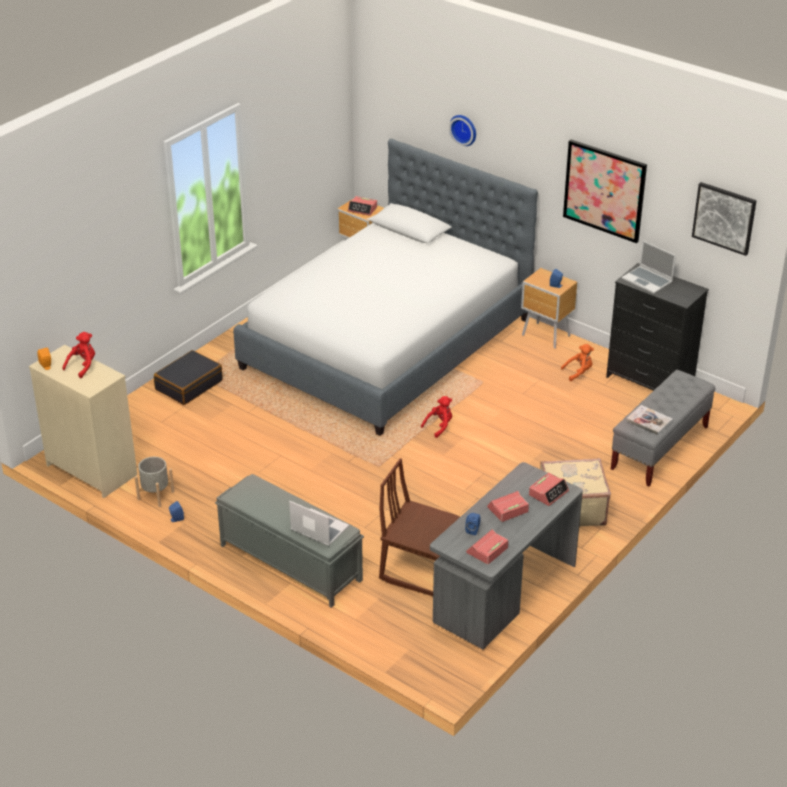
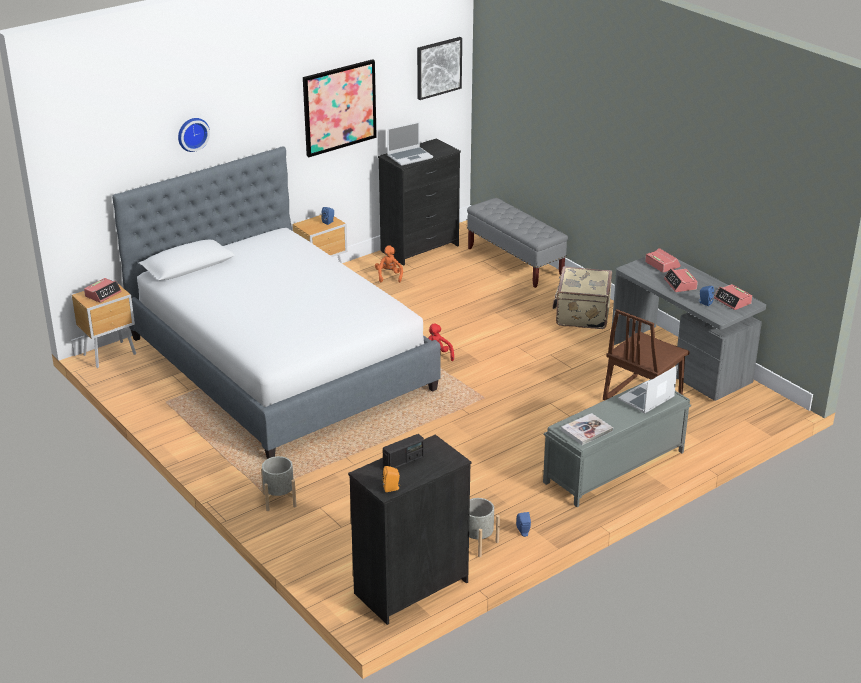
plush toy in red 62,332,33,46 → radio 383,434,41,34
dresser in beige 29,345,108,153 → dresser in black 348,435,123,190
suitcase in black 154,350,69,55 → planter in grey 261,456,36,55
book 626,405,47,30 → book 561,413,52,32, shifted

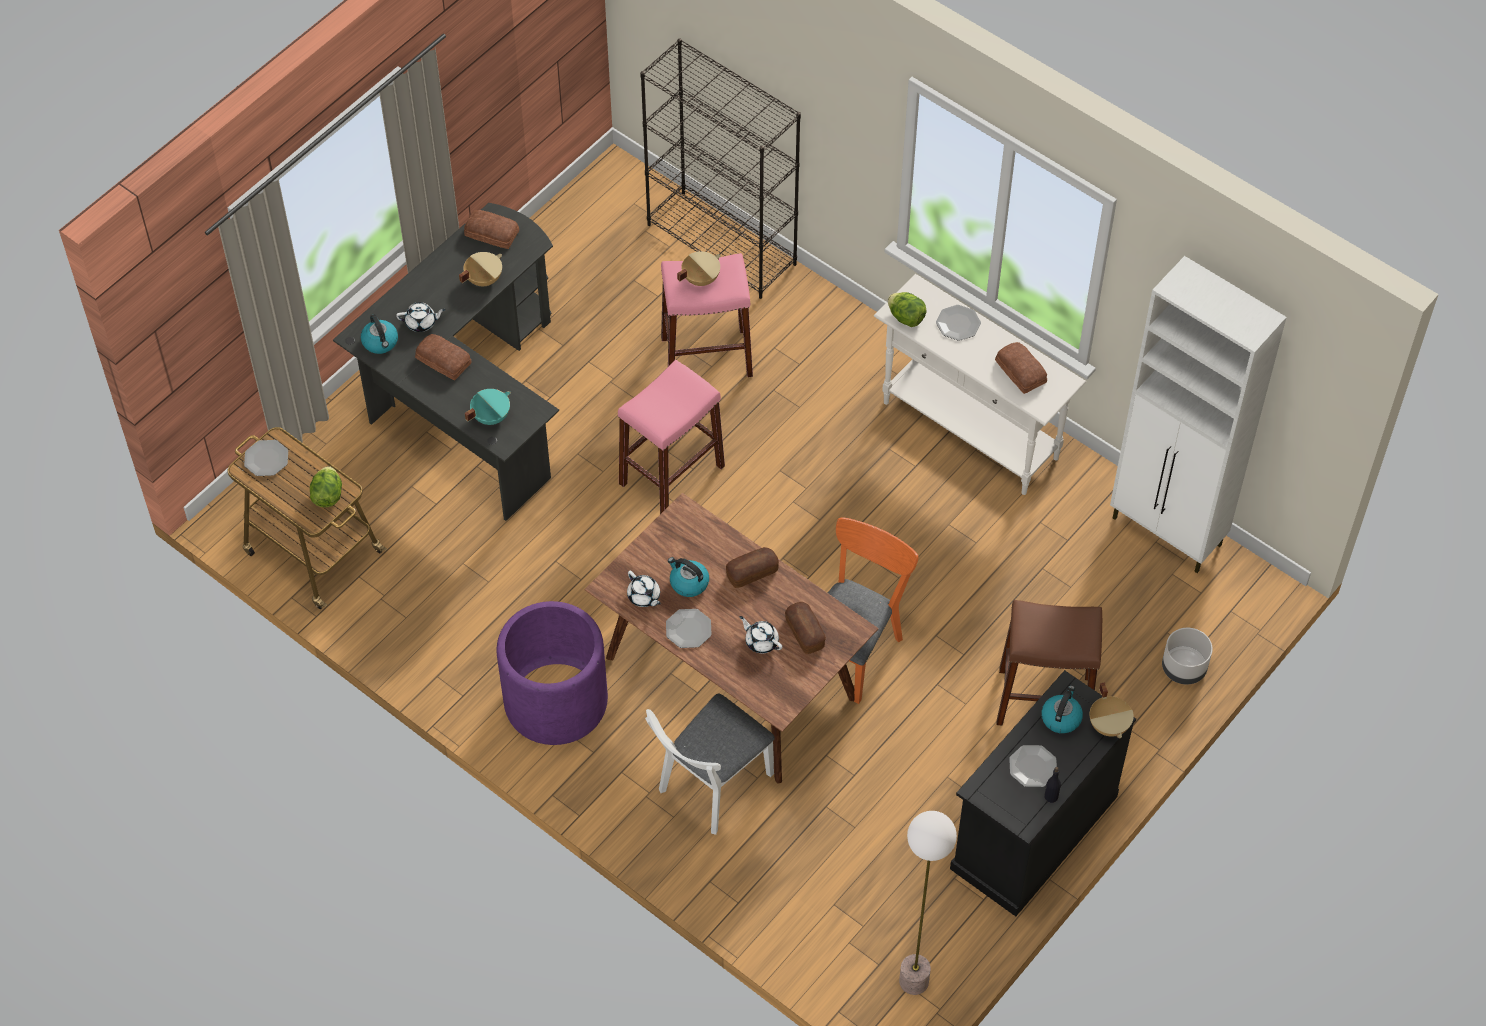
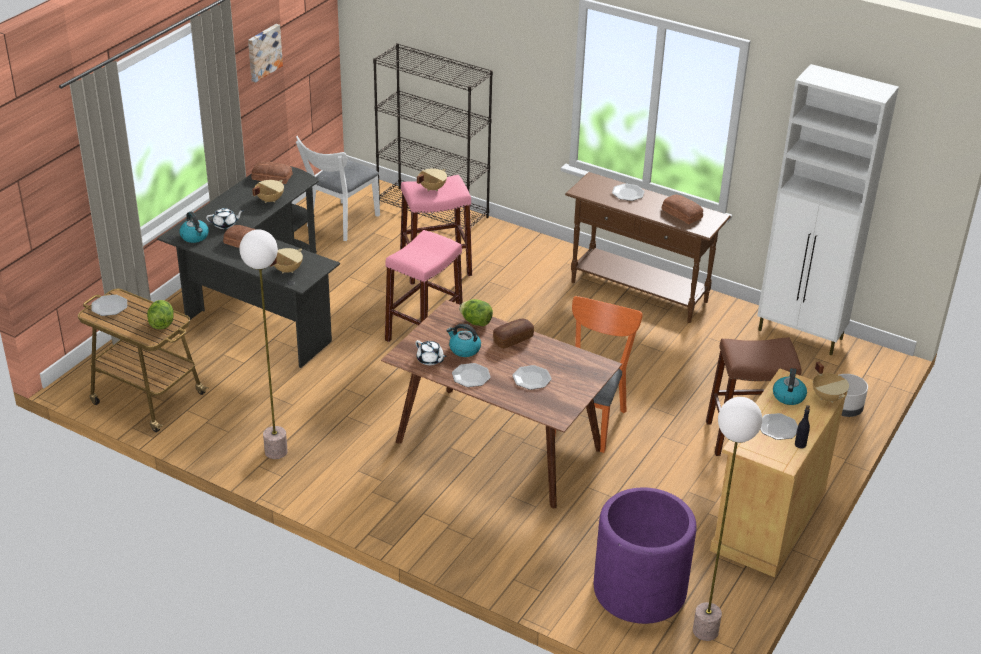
console table in white 874,274,212,221 → console table in brown 565,172,166,151
lettuce 888,292,39,35 → lettuce 459,299,34,27, shifted
cooking pot in turquoise 465,389,45,36 → cooking pot in beige 270,248,33,25
planter in purple 497,601,111,144 → planter in purple 594,487,103,137, shifted
bread 785,602,41,52 → -
teapot in white 740,616,43,37 → plate 512,365,40,25
cabinet in black 950,670,186,246 → cabinet in beige 710,368,137,209
chair in white 645,693,130,142 → chair in white 296,136,84,105, shifted
- → picture 248,24,35,59
- → floor lamp 239,229,49,230

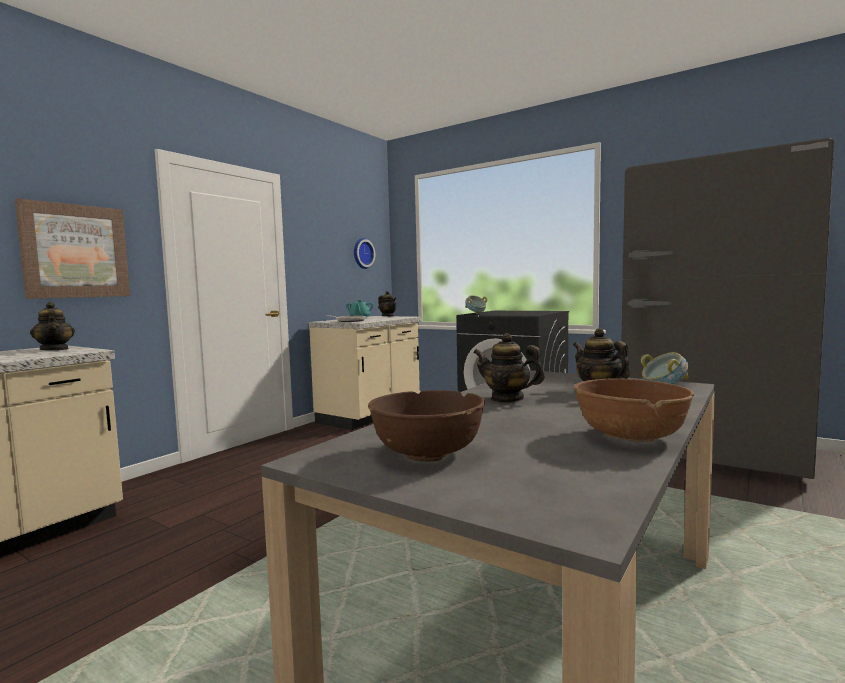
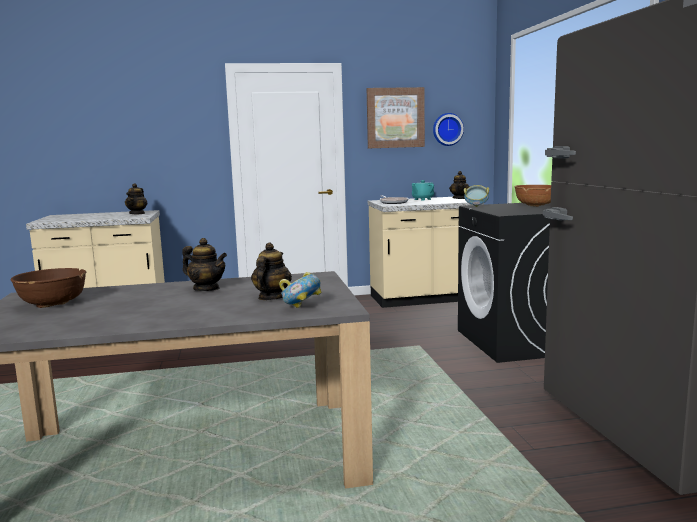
picture 15,198,115,101 → picture 367,87,58,61, shifted
teapot 473,333,72,70 → teapot 182,238,45,53, 135 degrees clockwise
bowl in brown 574,378,120,64 → bowl in brown 514,185,37,22, shifted

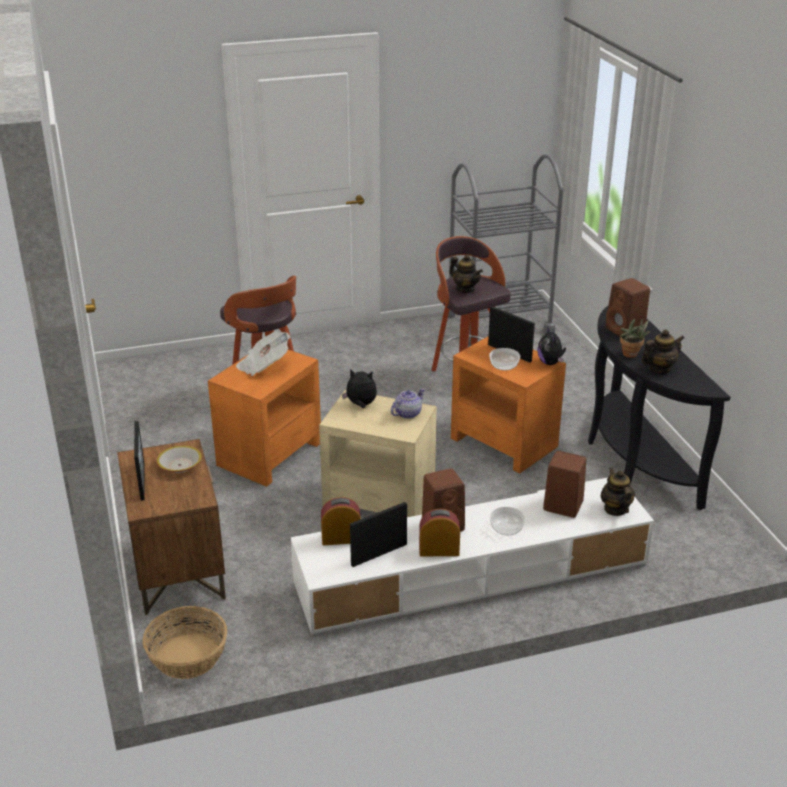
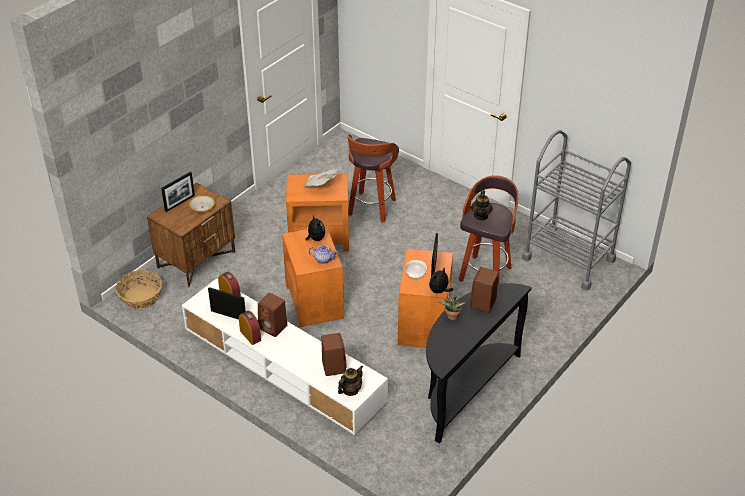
teapot 641,330,43,44 → -
side table in beige 319,390,118,127 → side table in orange 282,226,62,101
bowl 490,507,35,28 → -

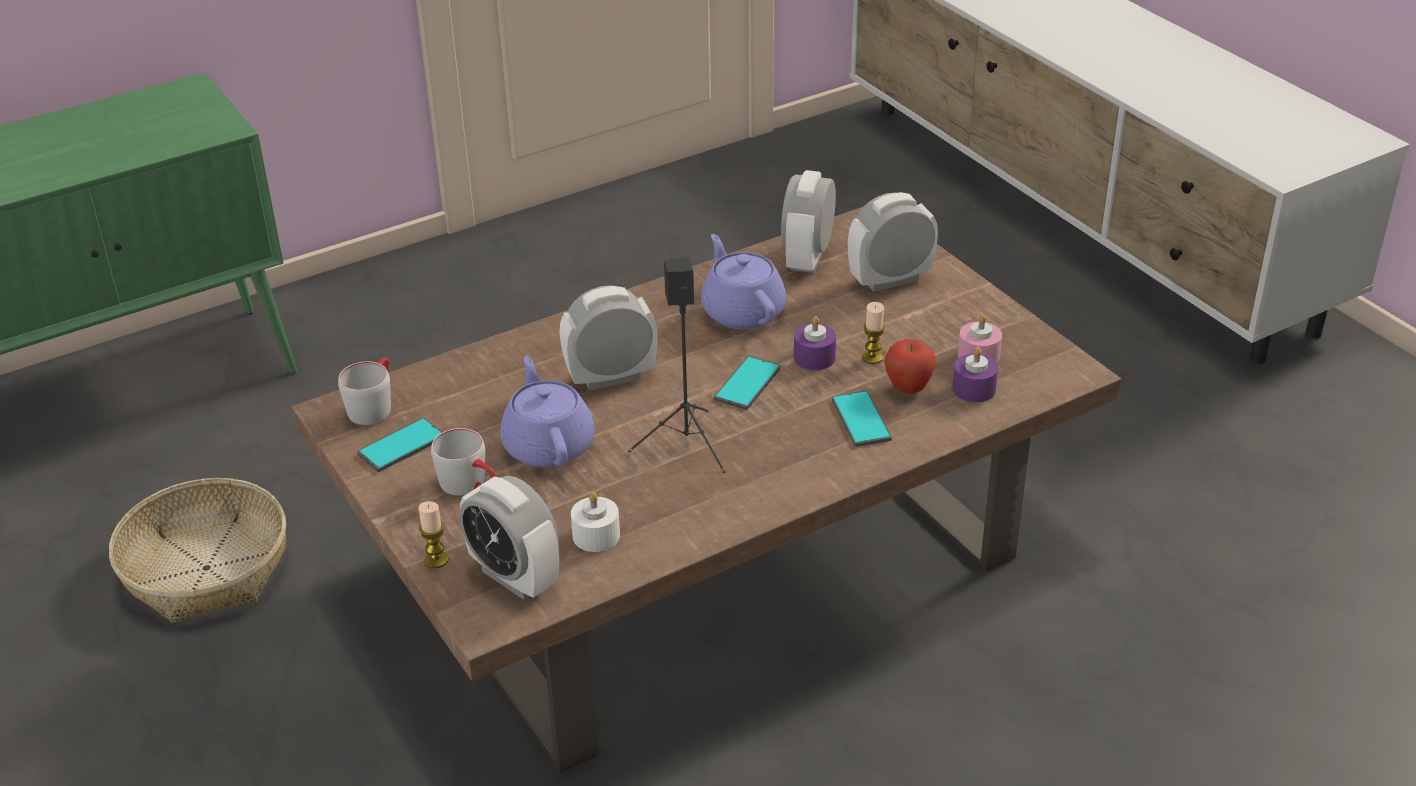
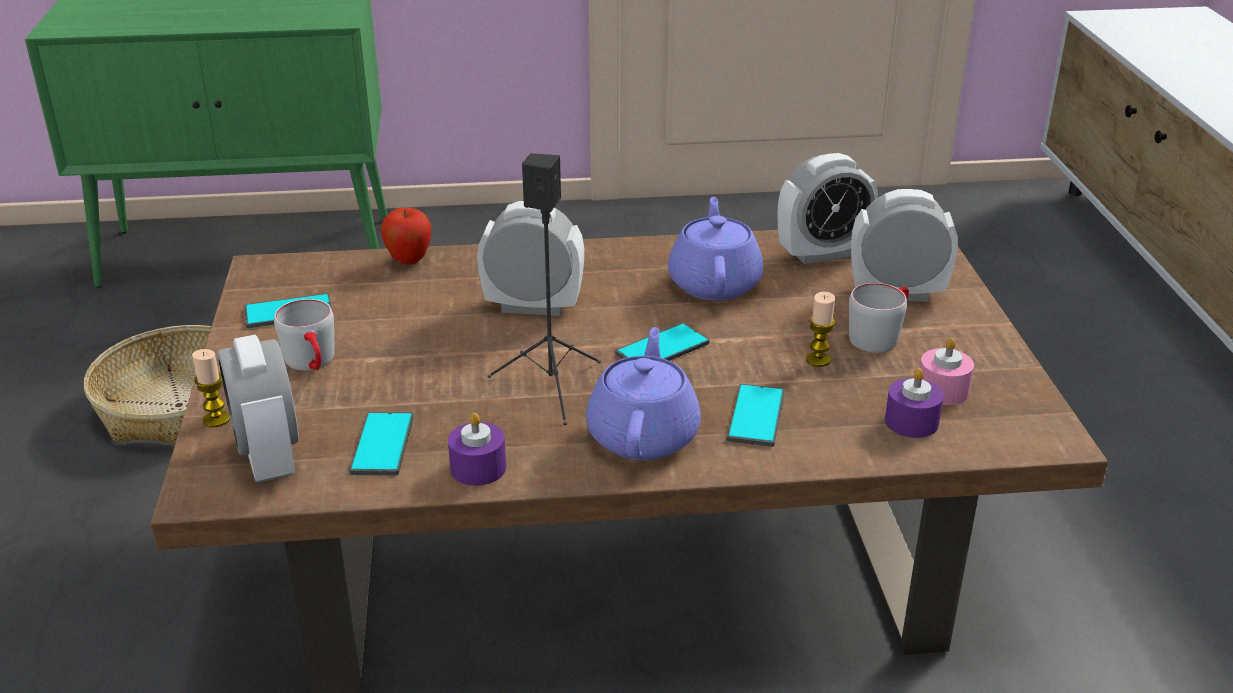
alarm clock 781,170,55,103 → alarm clock 777,153,101,111, 150 degrees counterclockwise
candle in purple 794,316,42,54 → candle in purple 448,413,58,73, shifted
apple 884,339,52,55 → apple 381,208,50,56, shifted
teapot in purple 500,356,95,111 → teapot in purple 586,327,115,133, shifted
mug in grey 338,357,53,68 → mug in grey 849,283,60,70, shifted
candle in white 571,492,49,60 → phone 349,412,65,63

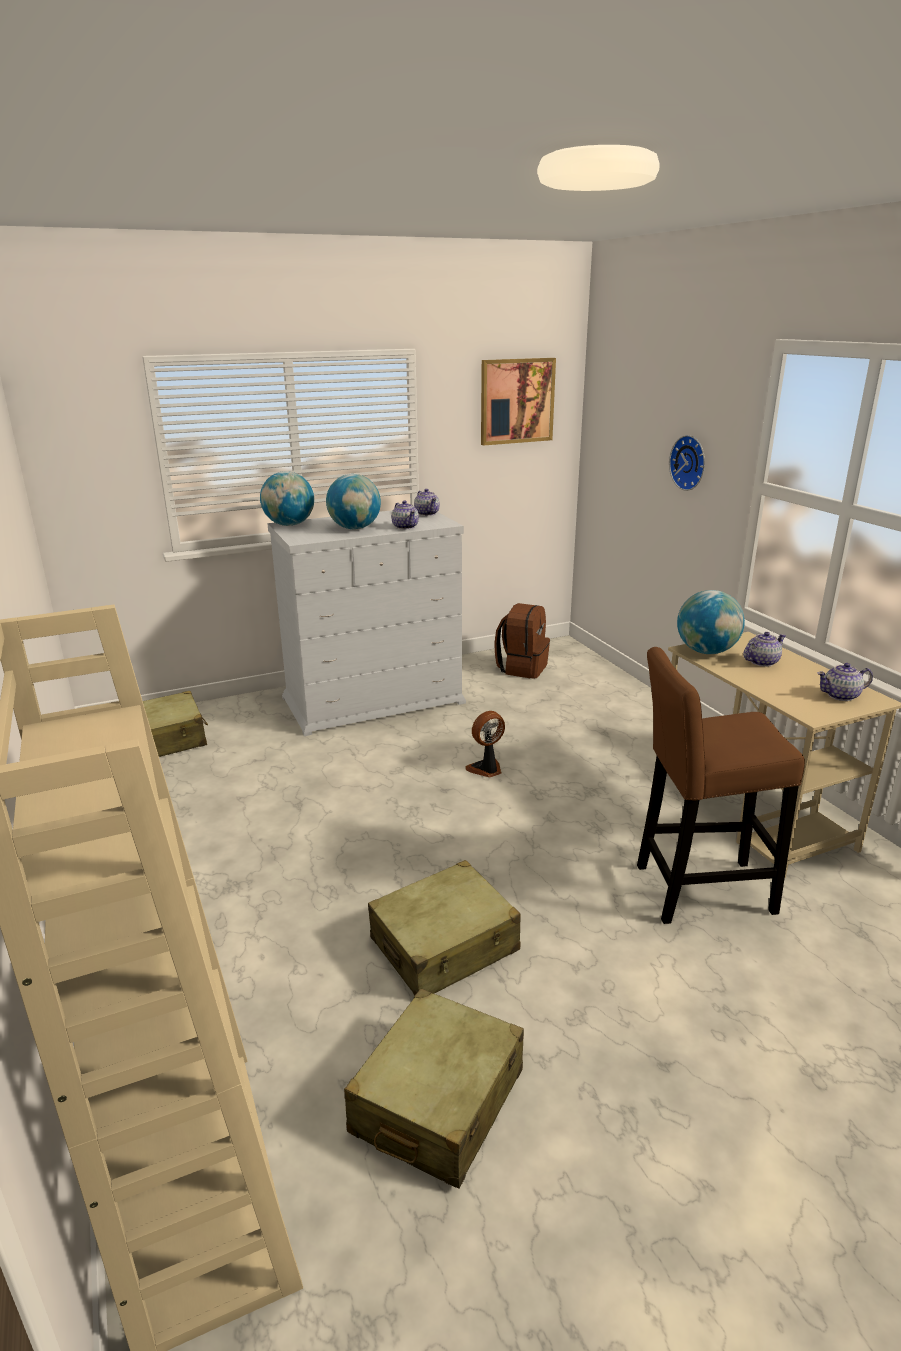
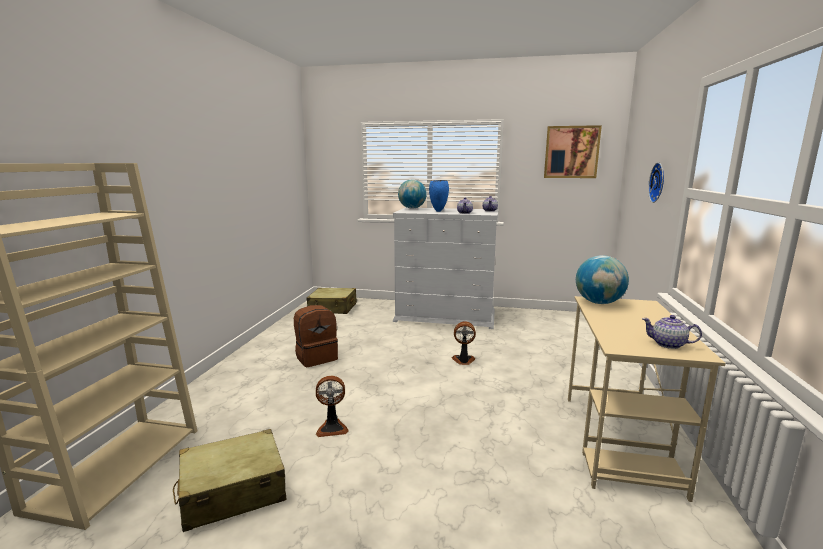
globe 326,474,55,55 → vase in blue 429,180,20,32
backpack in brown 494,603,56,76 → backpack in brown 294,305,44,62, shifted
teapot 743,632,43,35 → -
stool in brown 637,647,168,277 → -
suitcase in beige 368,860,153,136 → fan 316,376,33,61

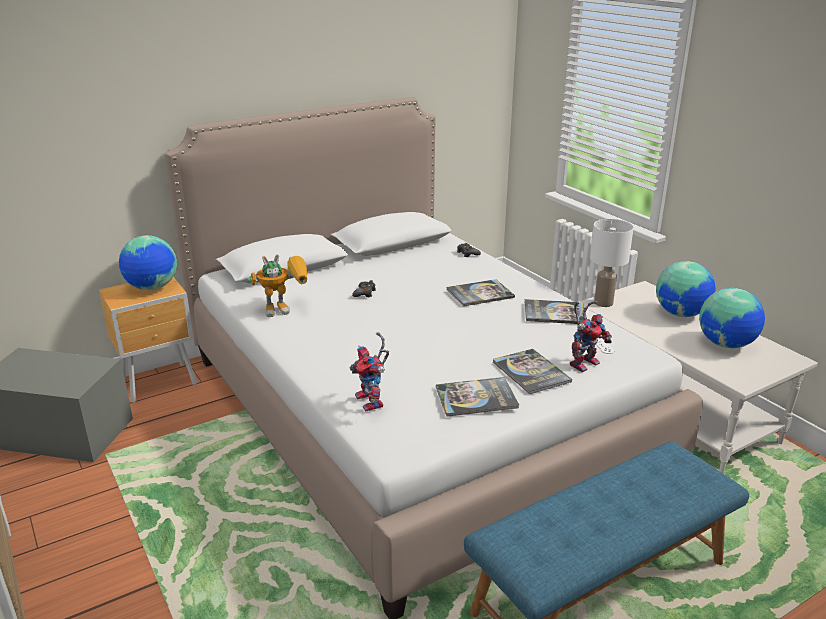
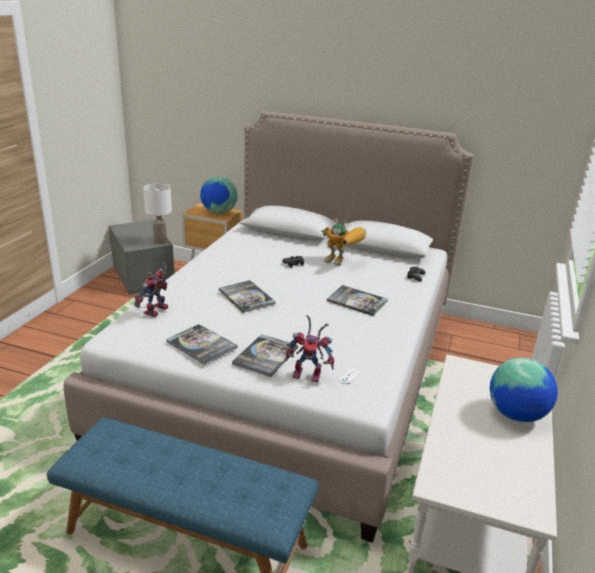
table lamp in white 590,219,44,88 → table lamp in white 143,183,29,61, shifted
toy robot 248,254,59,63 → toy robot 321,218,46,48, shifted
globe 699,288,66,60 → -
book 525,299,62,25 → book 219,280,57,33, shifted

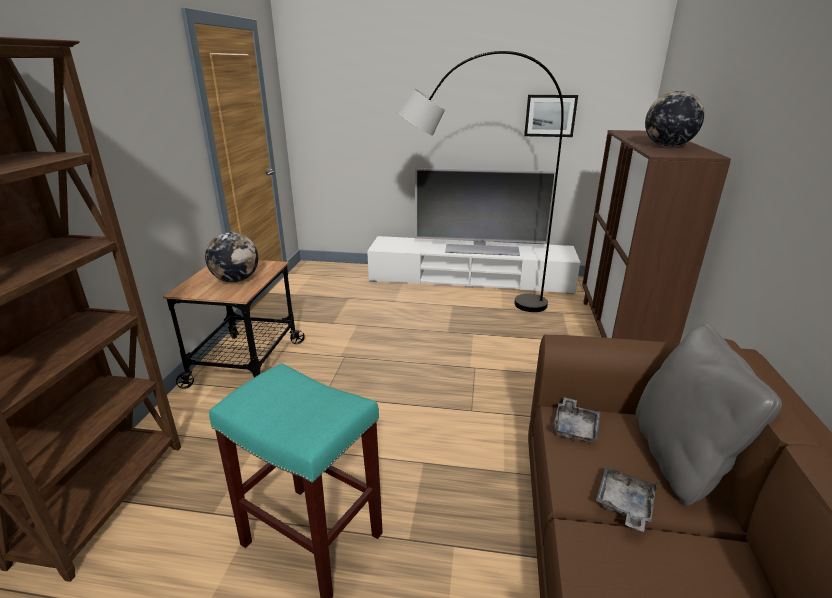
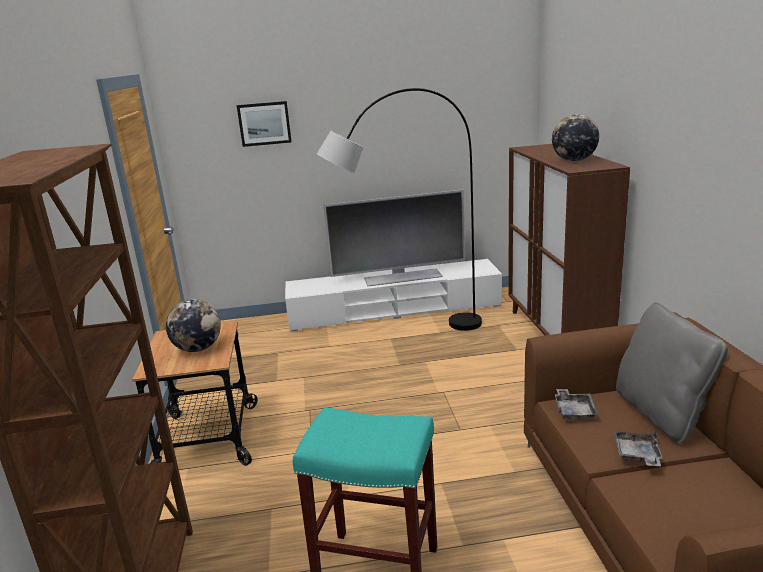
picture 524,95,54,42 → picture 237,101,55,46, shifted

